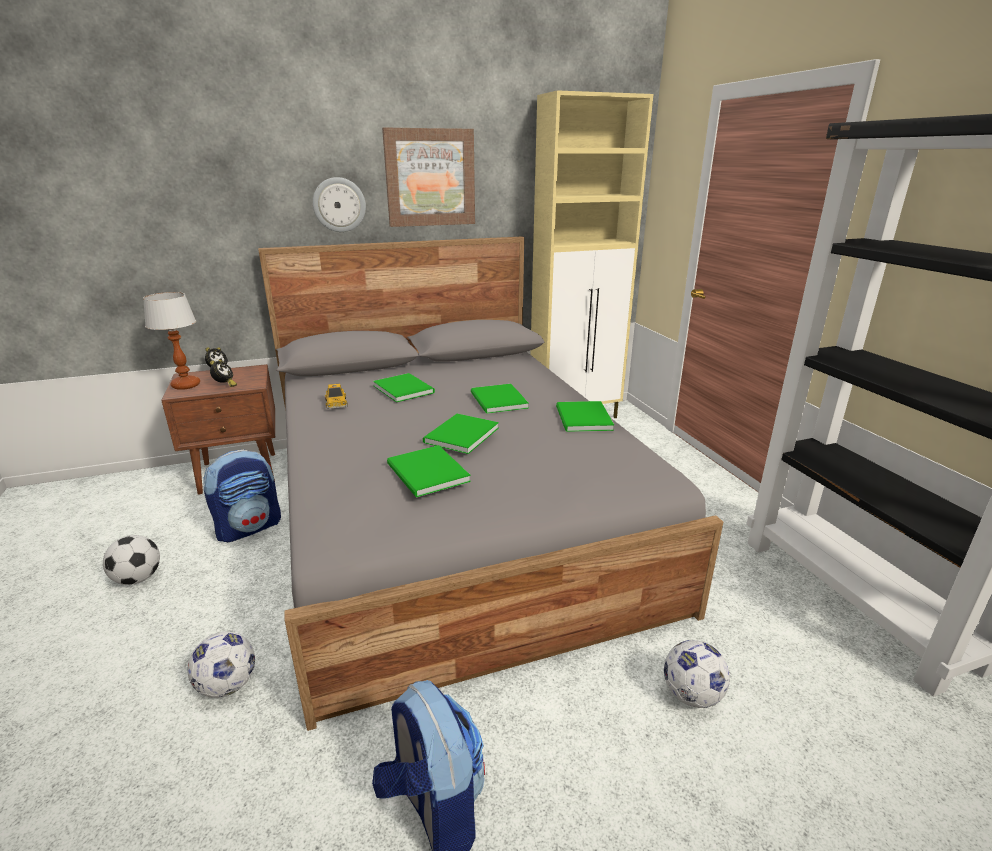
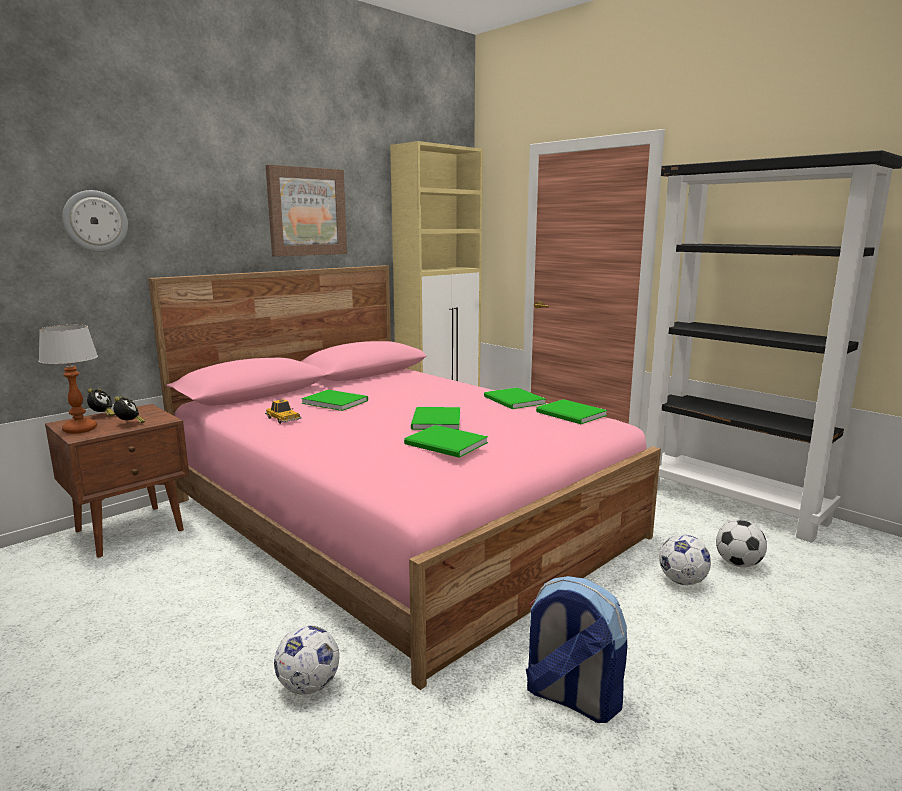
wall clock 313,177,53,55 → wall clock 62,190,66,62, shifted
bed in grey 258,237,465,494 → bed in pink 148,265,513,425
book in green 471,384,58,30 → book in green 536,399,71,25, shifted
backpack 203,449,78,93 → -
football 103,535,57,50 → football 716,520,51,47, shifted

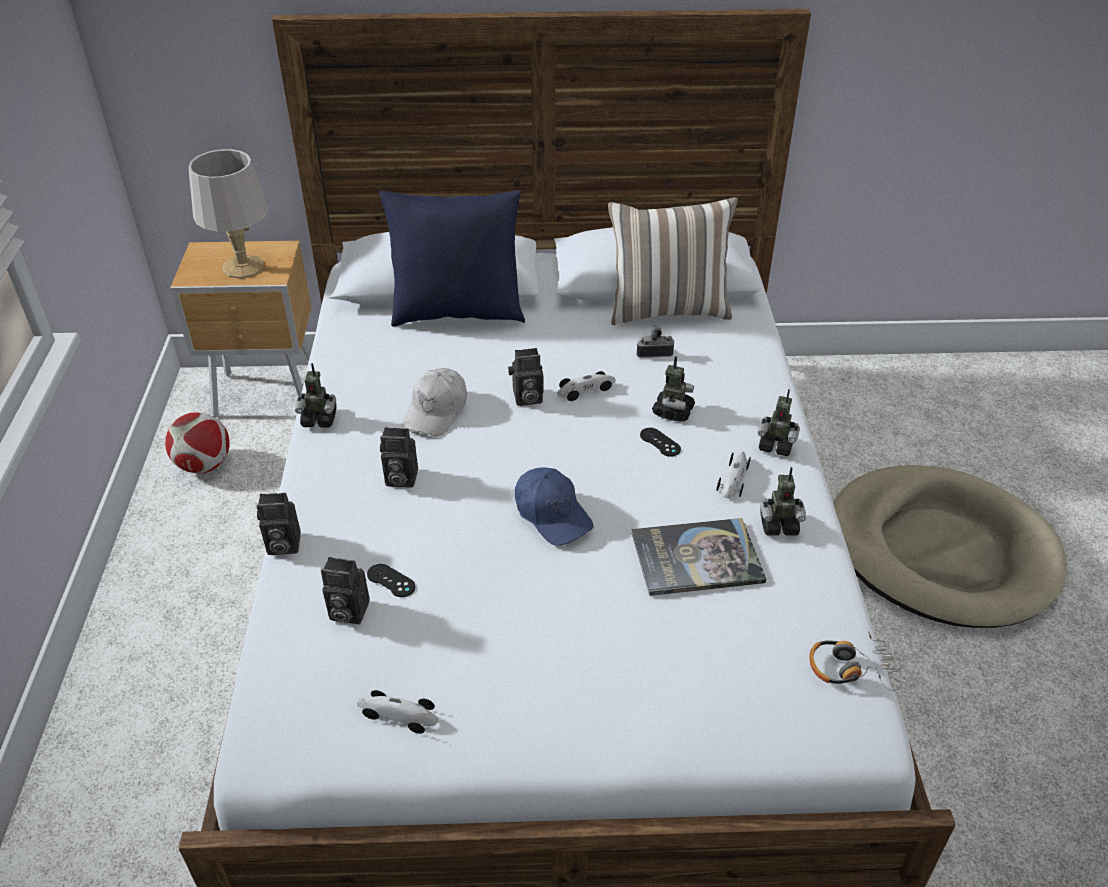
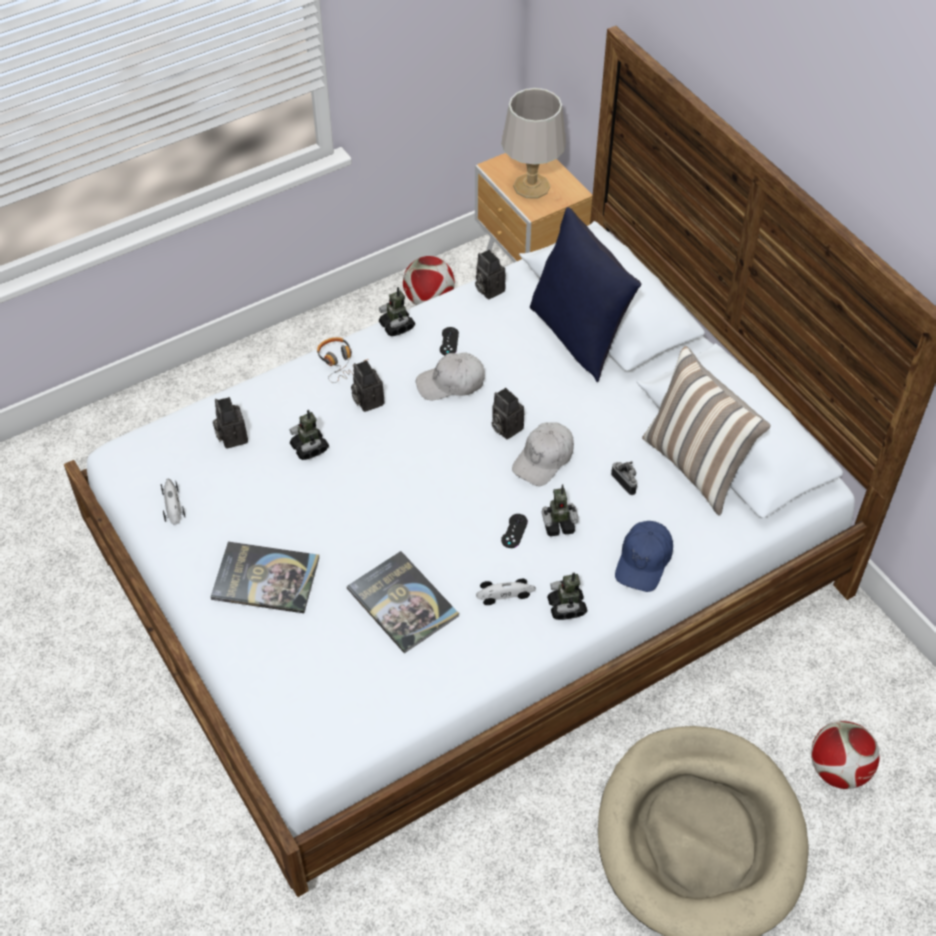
toy car 557,371,59,30 → cap in white 512,422,62,64
cap in blue 515,467,78,79 → cap in blue 615,521,58,71, shifted
toy robot 760,467,46,69 → toy robot 290,410,39,50, shifted
photo camera 256,492,45,63 → photo camera 475,250,31,49, shifted
game controller in black 367,564,48,33 → game controller in black 440,327,19,28, shifted
headphones 809,631,92,60 → headphones 317,337,52,46, shifted
- → book 211,542,108,71
- → football 811,721,69,68

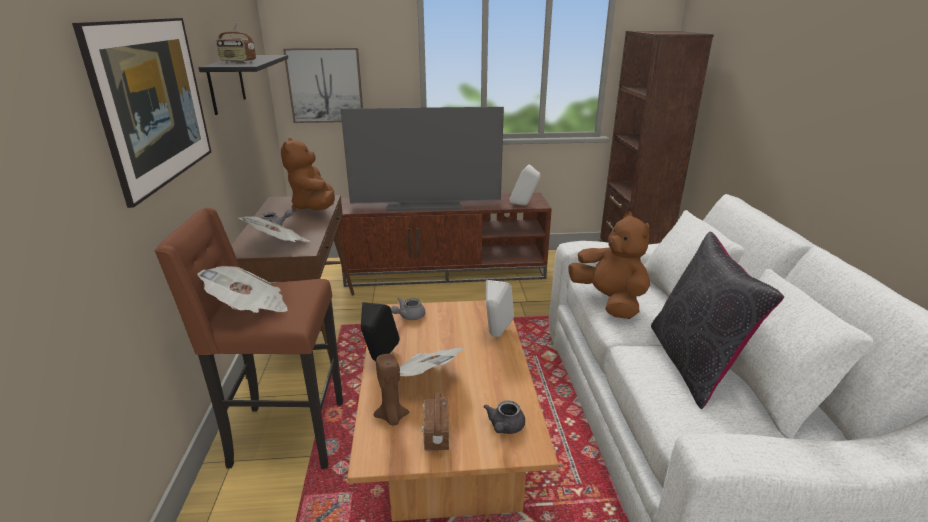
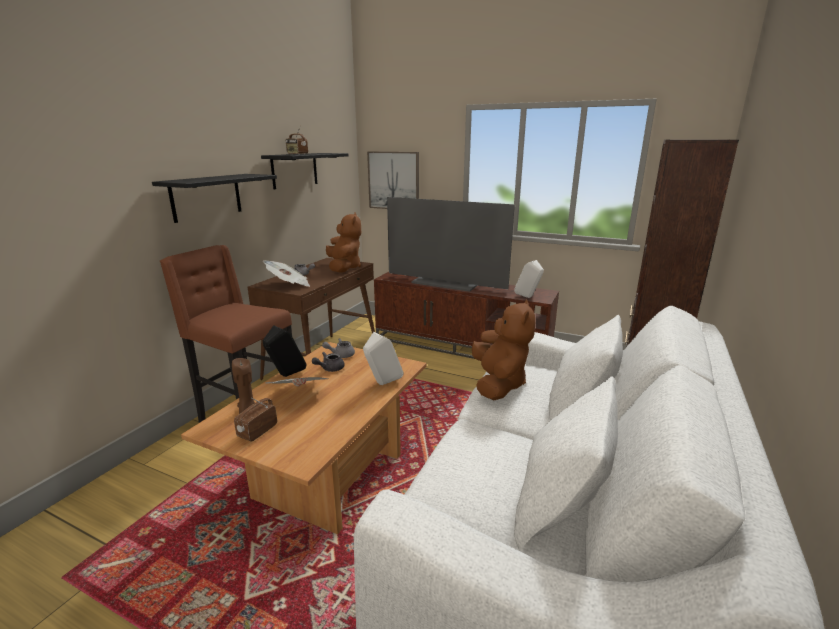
picture 72,18,139,190 → shelf in black 152,174,125,49
plush toy in brown 281,138,54,72 → plush toy in brown 326,213,35,60, 150 degrees clockwise
pillow in black 651,231,133,178 → -
newspaper 197,266,91,47 → -
teapot in grey 483,400,42,34 → teapot in grey 312,352,33,20, shifted

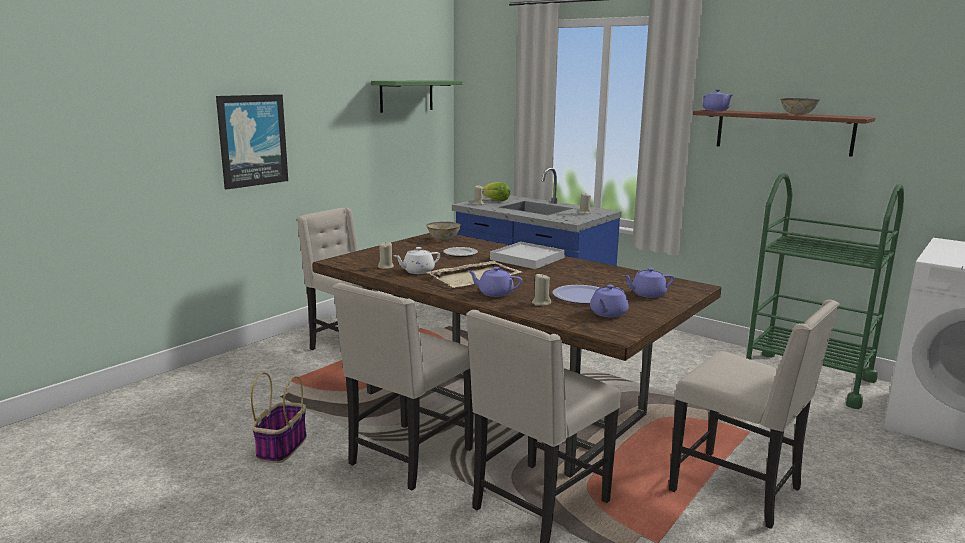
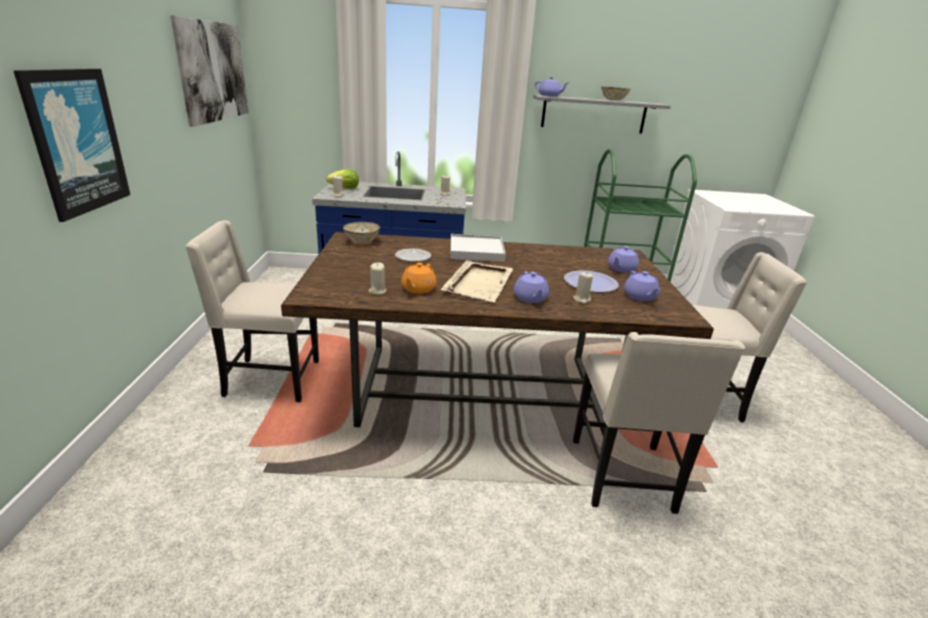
shelf in green 371,80,91,33 → picture 170,15,78,112
shelf in brown 693,110,183,47 → shelf in grey 533,95,138,39
teapot in white 395,247,45,27 → teapot in orange 401,263,36,31
teapot in purple 468,267,54,30 → teapot in purple 514,271,35,32, 75 degrees counterclockwise
chair in beige 333,283,141,207 → -
basket 251,372,56,91 → -

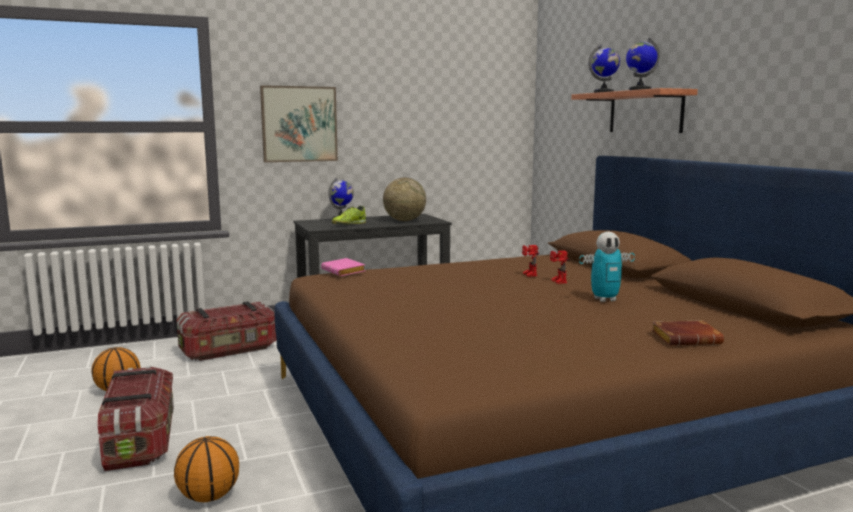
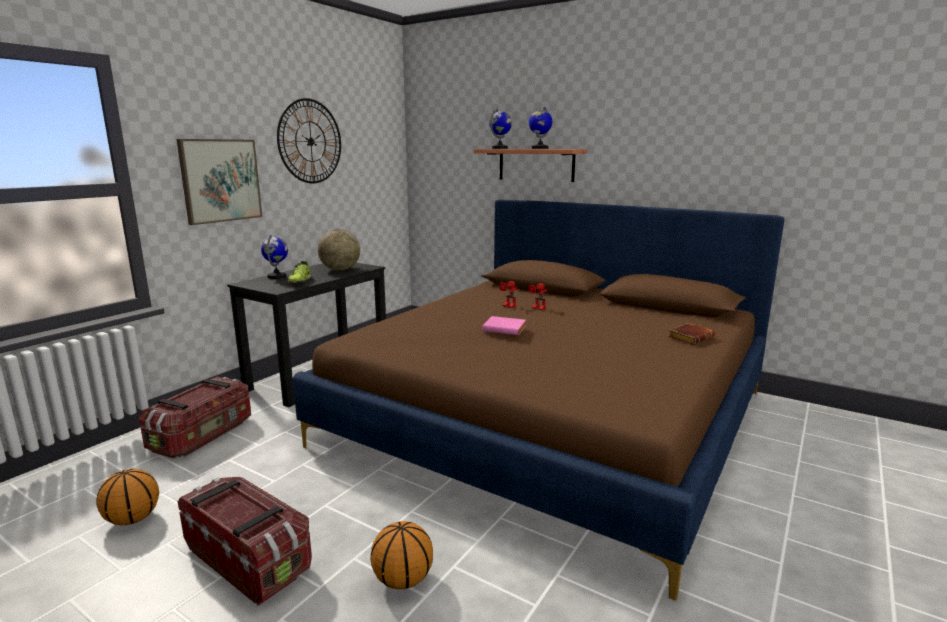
toy robot 579,232,56,70 → -
book in pink 321,258,44,18 → book in pink 483,316,43,19, shifted
- → wall clock 277,98,64,85

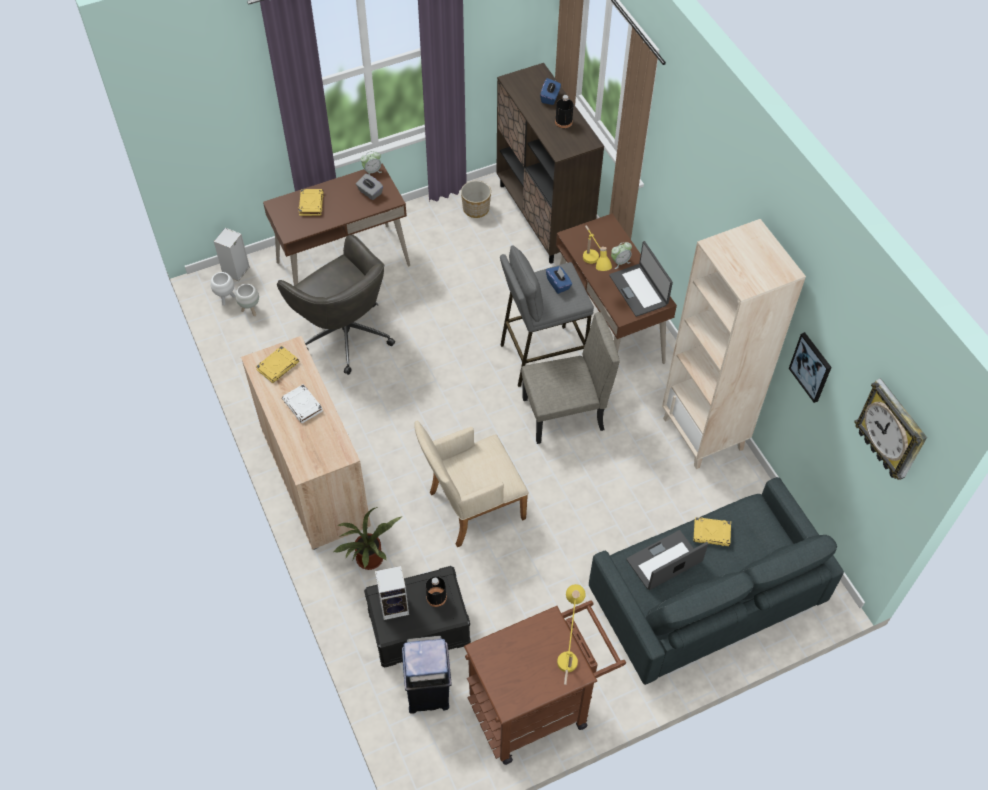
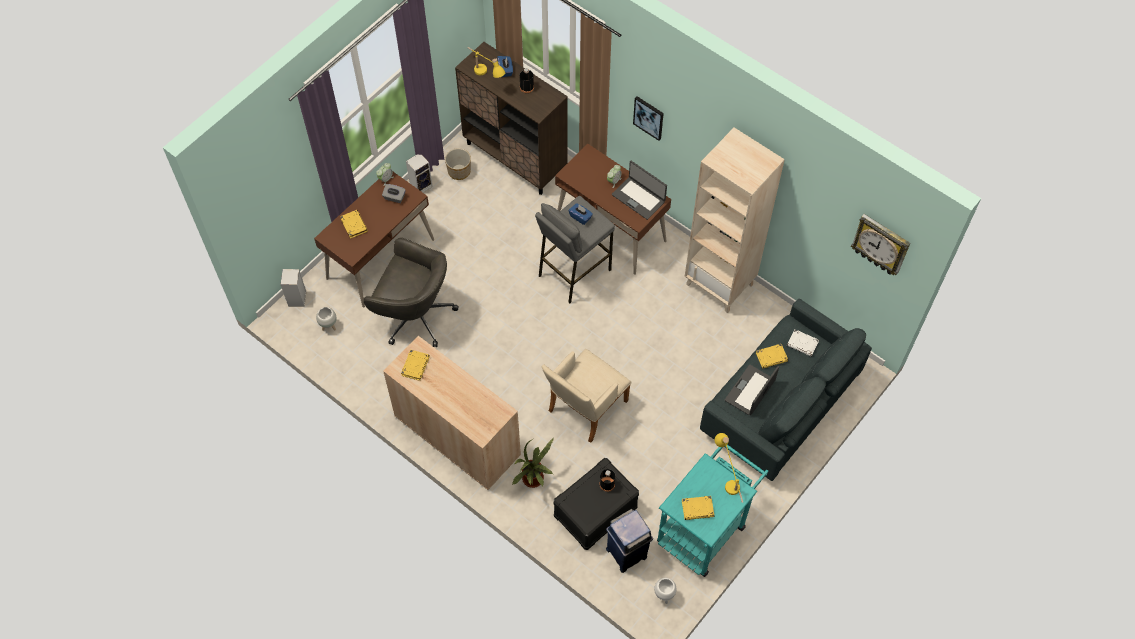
table lamp in yellow 583,225,29,46 → table lamp in yellow 468,47,37,31, shifted
planter in white 211,272,24,34 → planter in white 654,578,23,26, shifted
chair in beige 521,312,99,132 → -
picture 789,332,43,71 → picture 633,96,31,45, shifted
book in white 282,384,41,39 → book in white 787,329,32,28, shifted
speaker 375,566,34,54 → speaker 406,155,27,37, shifted
cart in brown 464,600,162,165 → cart in turquoise 657,445,112,132
- → book in yellow 682,496,32,24

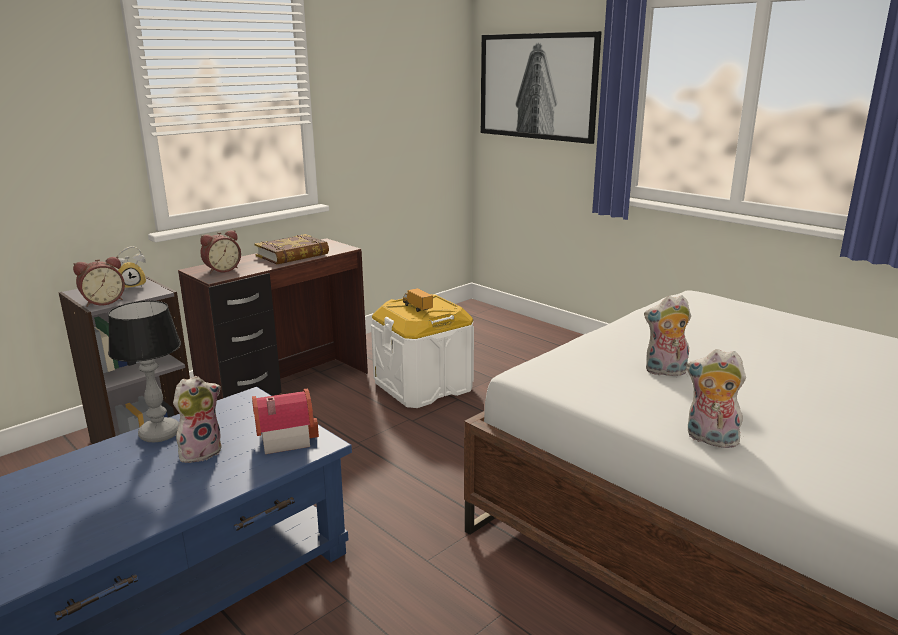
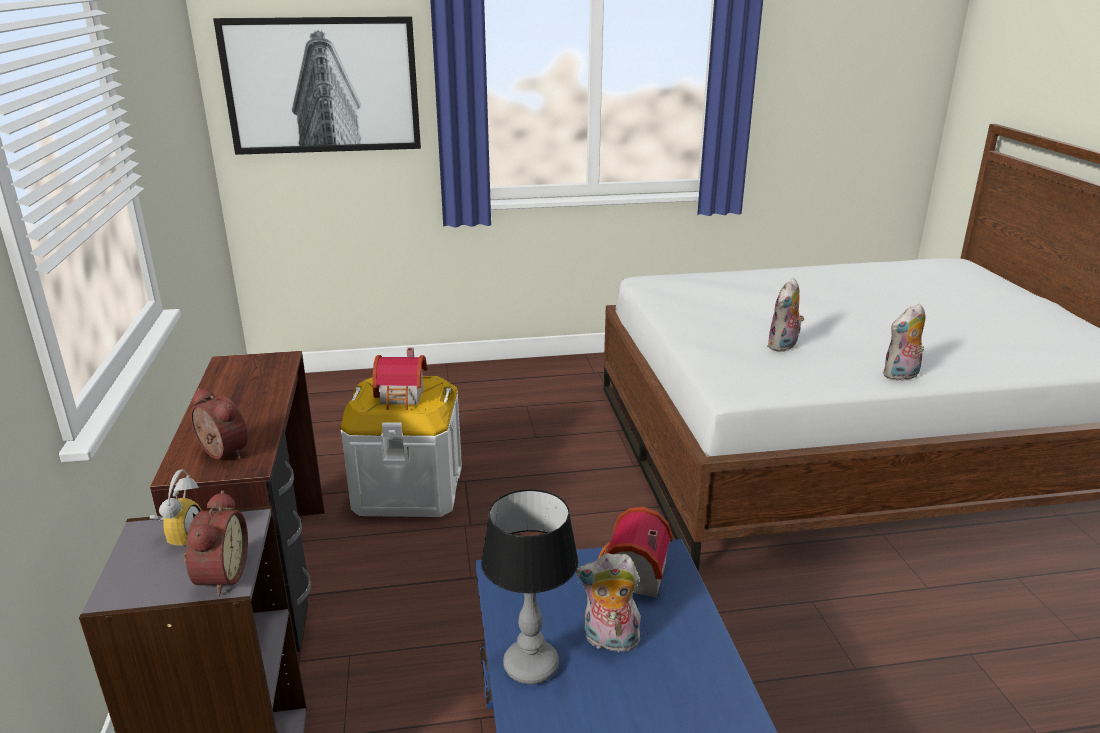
alarm clock 200,230,41,44 → alarm clock 191,388,57,71, 45 degrees counterclockwise
book 254,234,75,30 → -
toy truck 403,288,30,24 → toy house 373,348,54,62
plush toy 173,376,49,87 → plush toy 576,553,66,103, 75 degrees counterclockwise

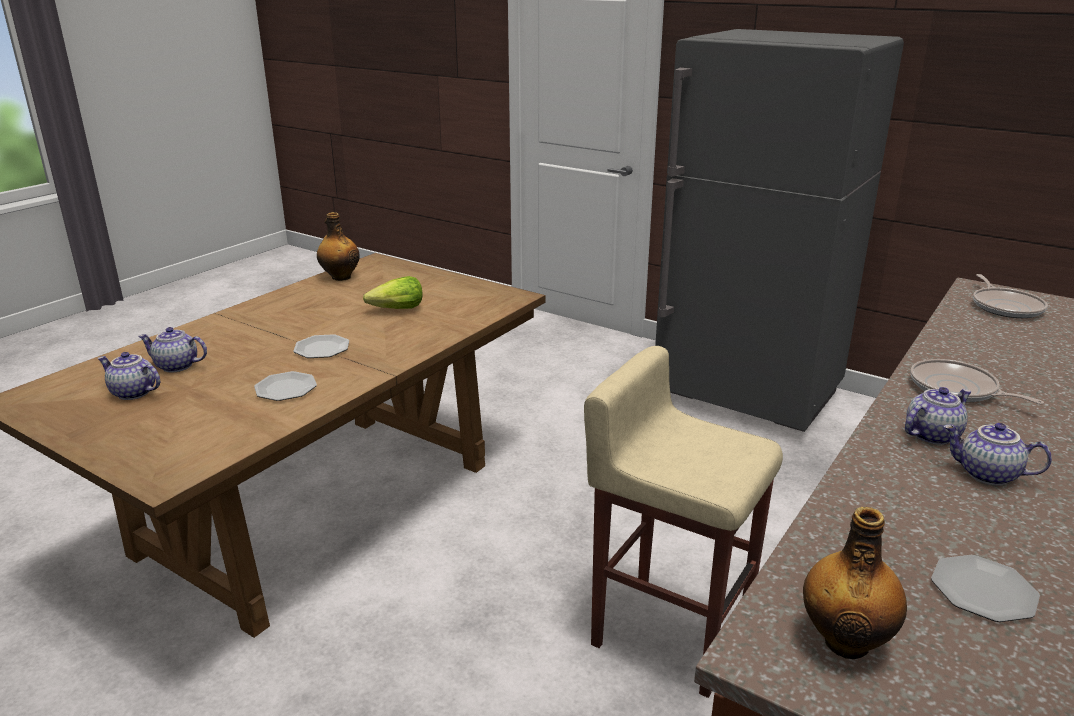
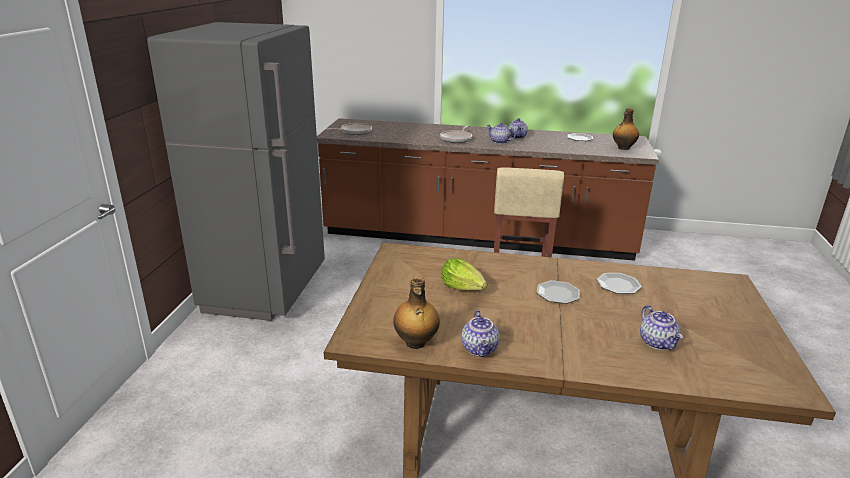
teapot 97,352,63,48 → teapot 461,310,39,47, shifted

